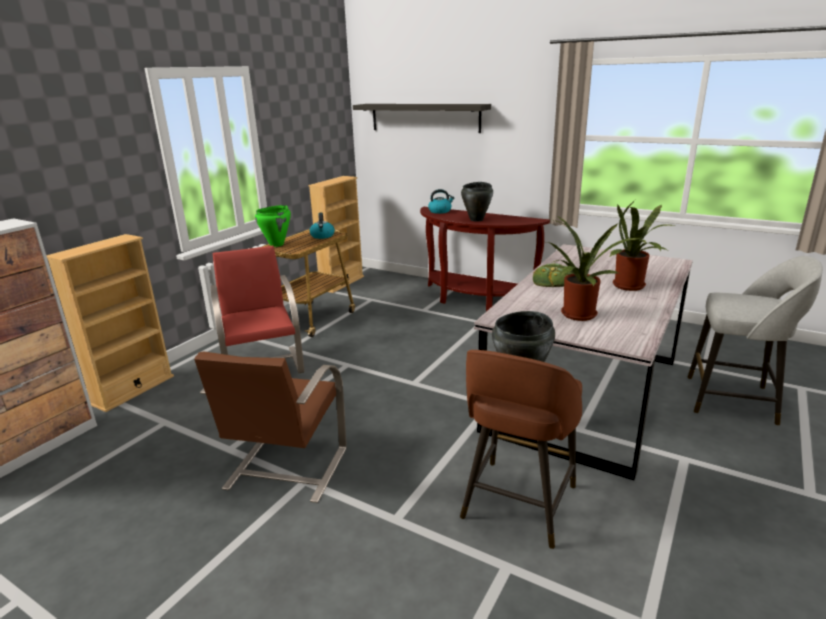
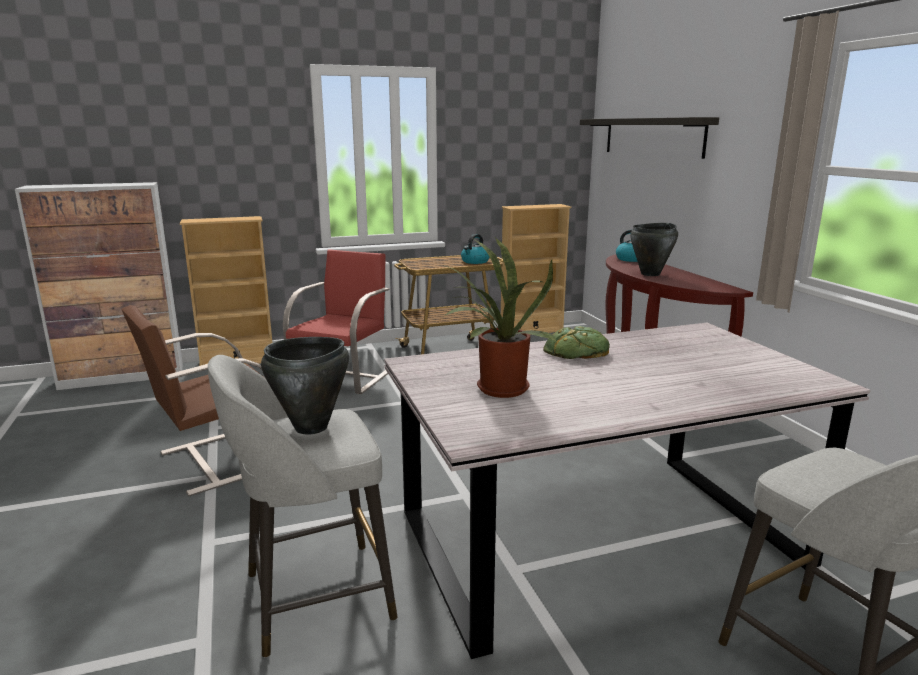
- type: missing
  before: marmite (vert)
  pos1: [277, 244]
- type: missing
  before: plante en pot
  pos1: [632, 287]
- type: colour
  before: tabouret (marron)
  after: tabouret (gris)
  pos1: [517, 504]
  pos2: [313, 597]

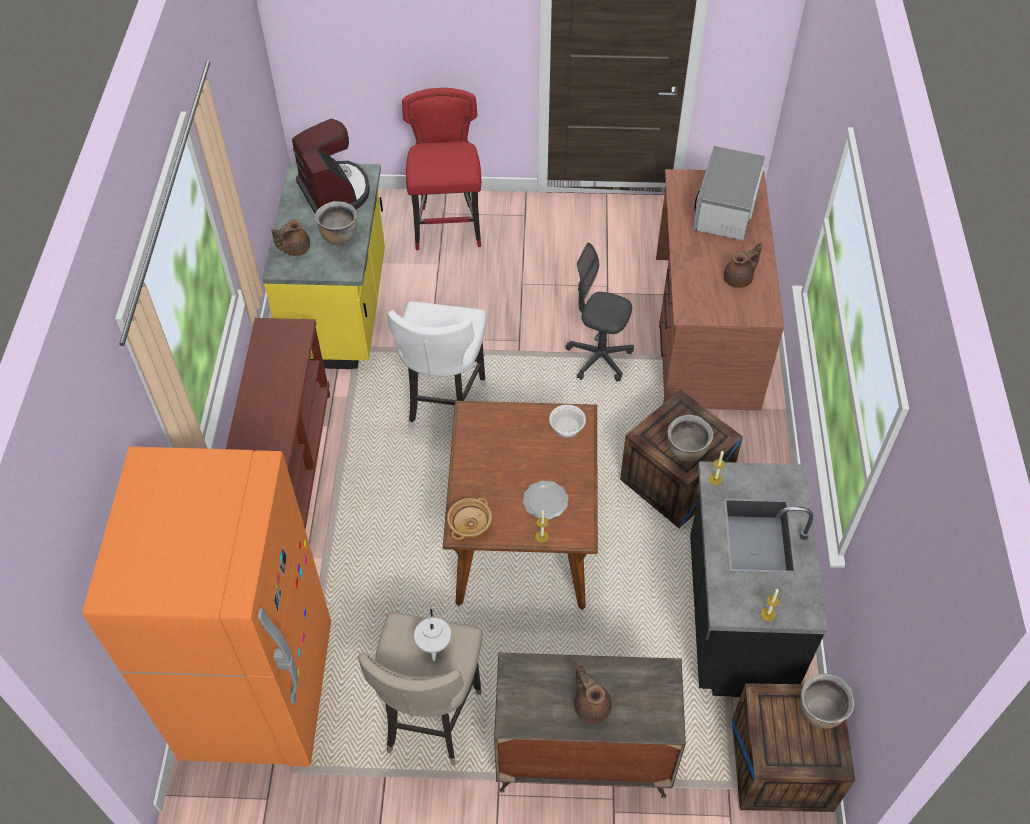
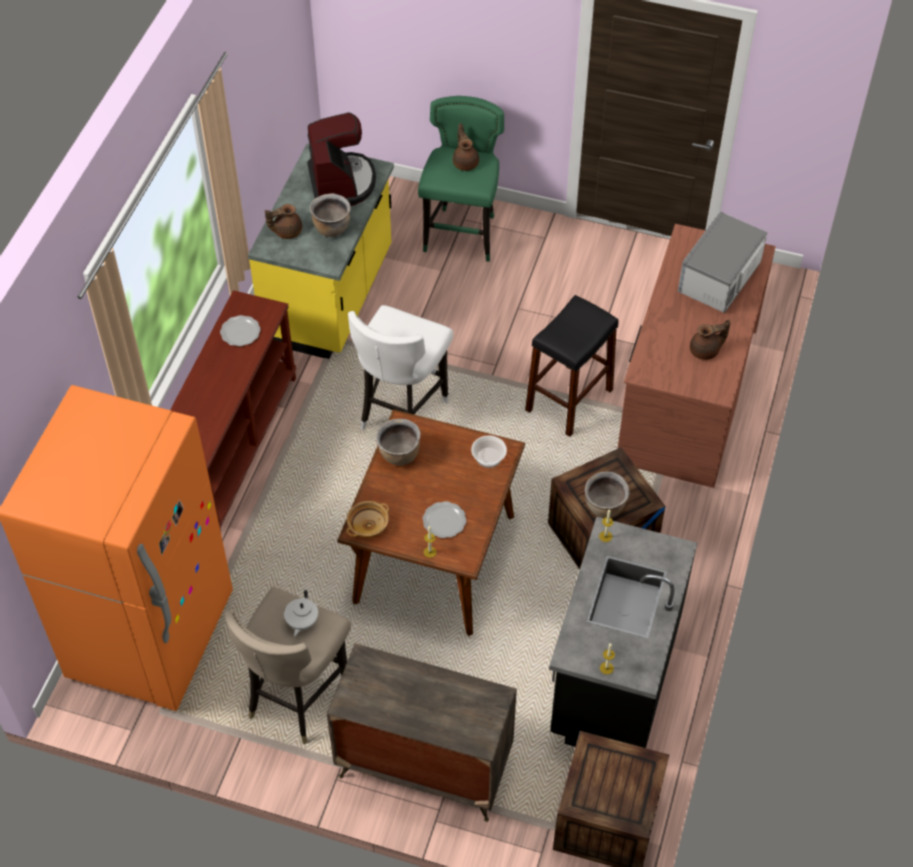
- type: appeared
  after: assiette
  pos2: [240, 332]
- type: relocated
  before: théière (marron)
  pos1: [591, 705]
  pos2: [465, 162]
- type: relocated
  before: marmite (marron)
  pos1: [820, 712]
  pos2: [399, 455]
- type: exchanged
  before: chaise de bureau (gris)
  after: tabouret (noir)
  pos1: [599, 358]
  pos2: [569, 400]
- type: colour
  before: tabouret (rouge)
  after: tabouret (vert)
  pos1: [448, 229]
  pos2: [462, 236]

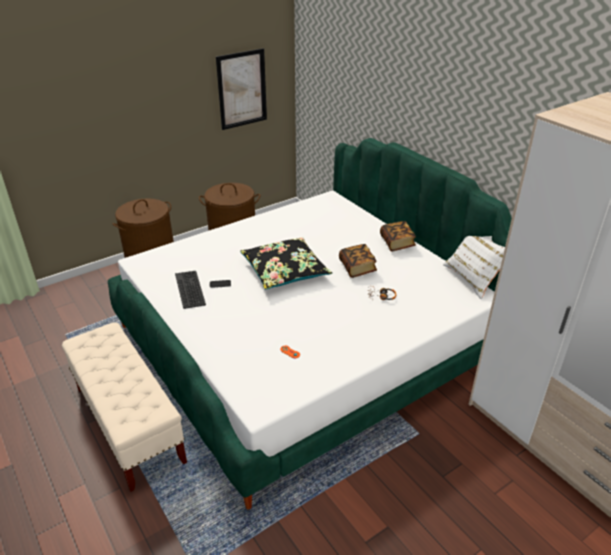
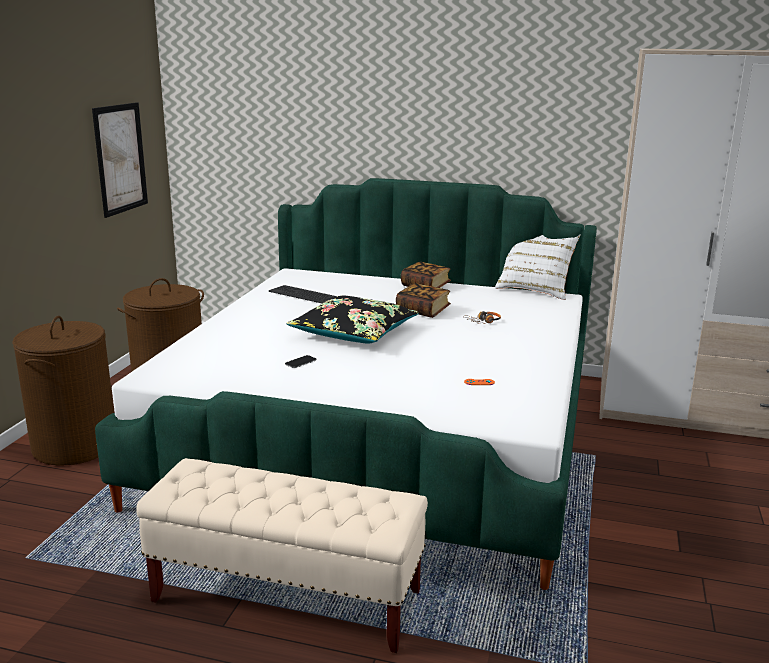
- type: relocated
  before: clavier
  pos1: [190, 289]
  pos2: [303, 295]

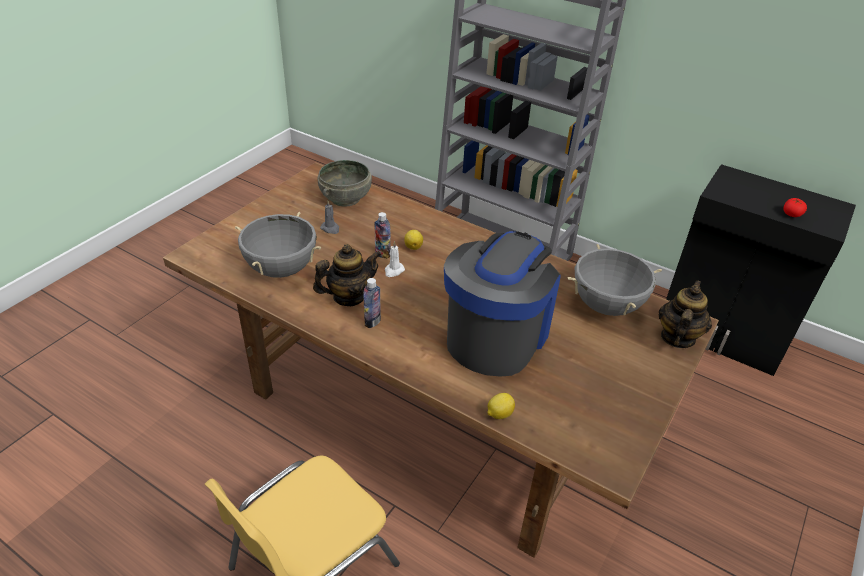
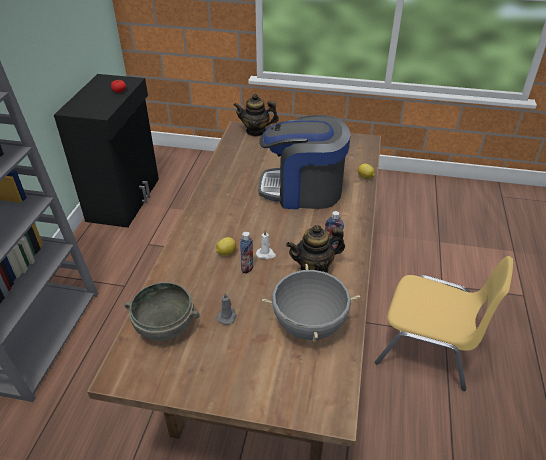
- type: missing
  before: marmite (gris)
  pos1: [606, 305]
- type: spun
  before: théière
  pos1: [349, 296]
  pos2: [314, 268]
  turn: -60

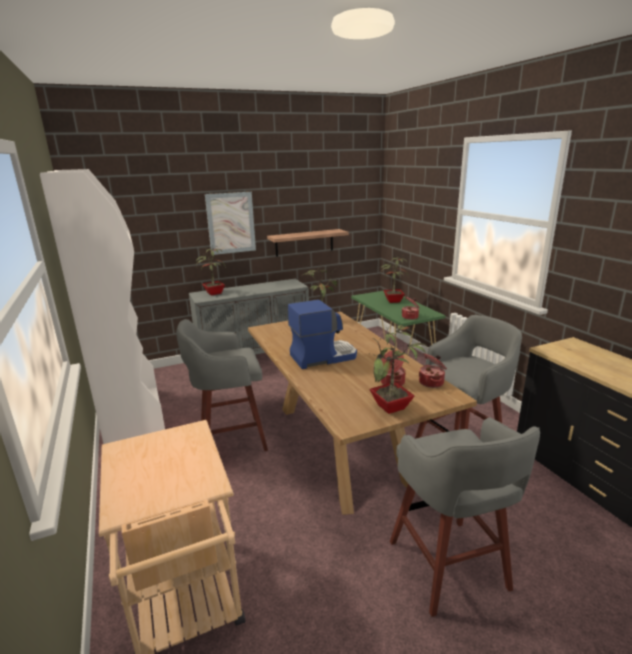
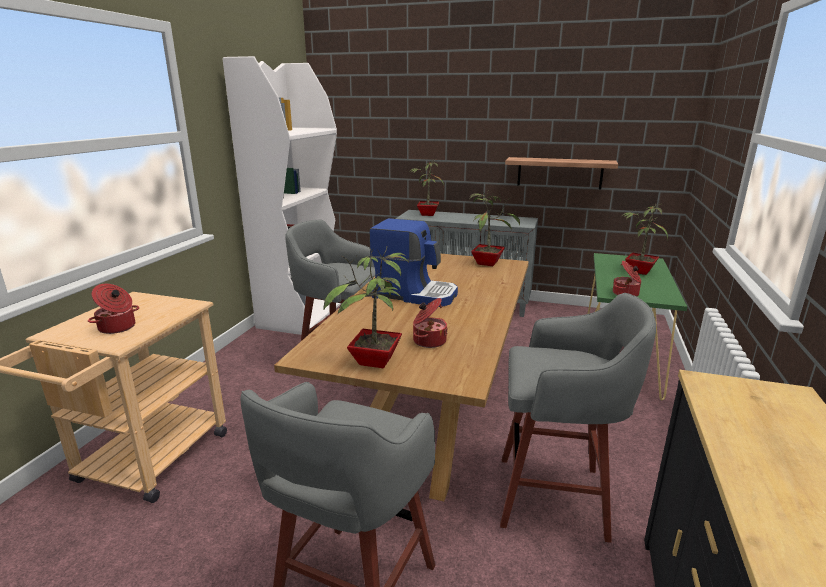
- type: missing
  before: tableau
  pos1: [231, 223]
- type: relocated
  before: marmite
  pos1: [432, 382]
  pos2: [117, 328]

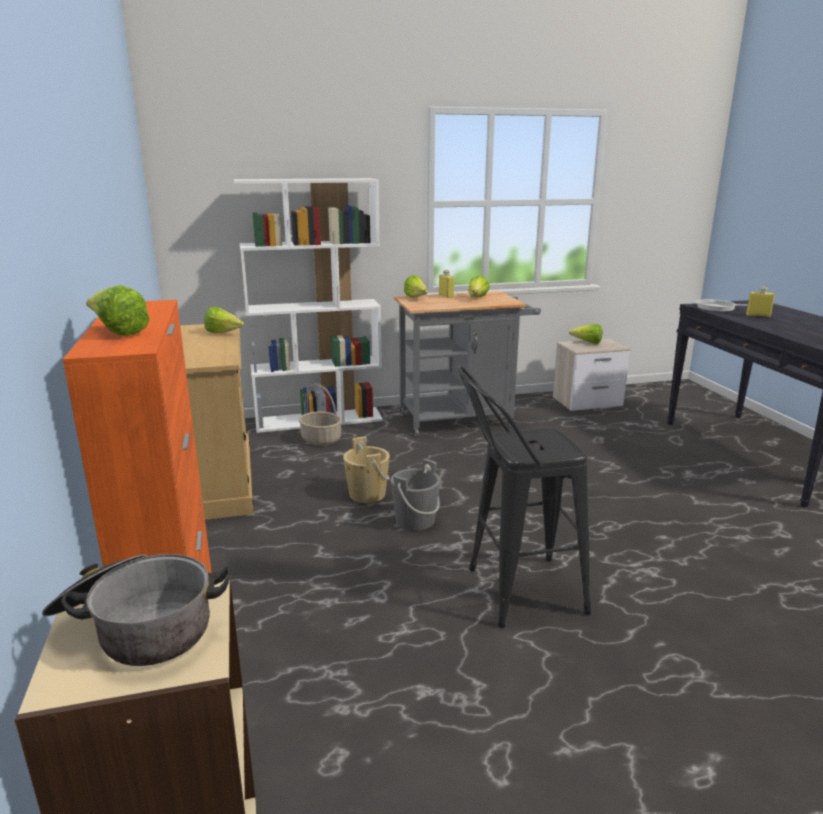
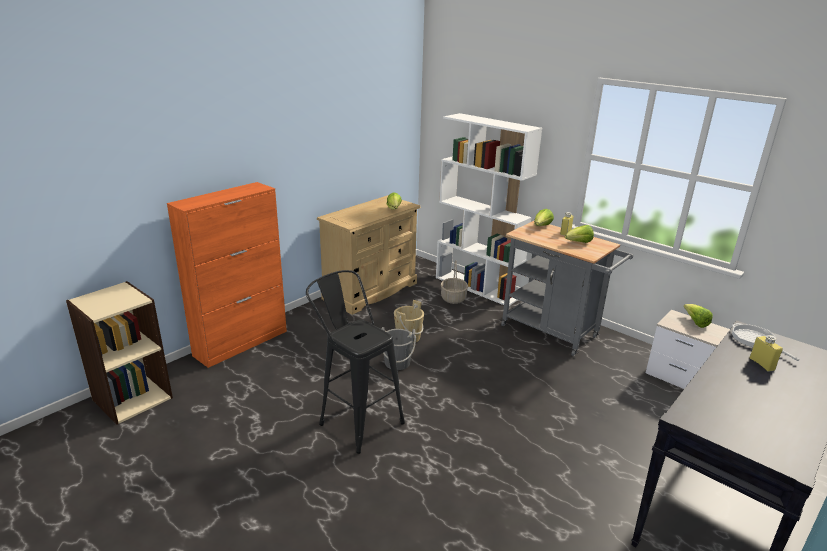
- type: missing
  before: marmite
  pos1: [138, 628]
- type: missing
  before: laitue
  pos1: [118, 332]

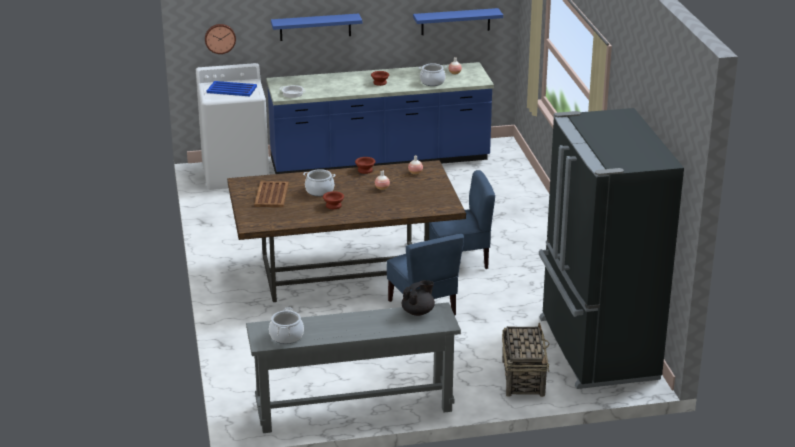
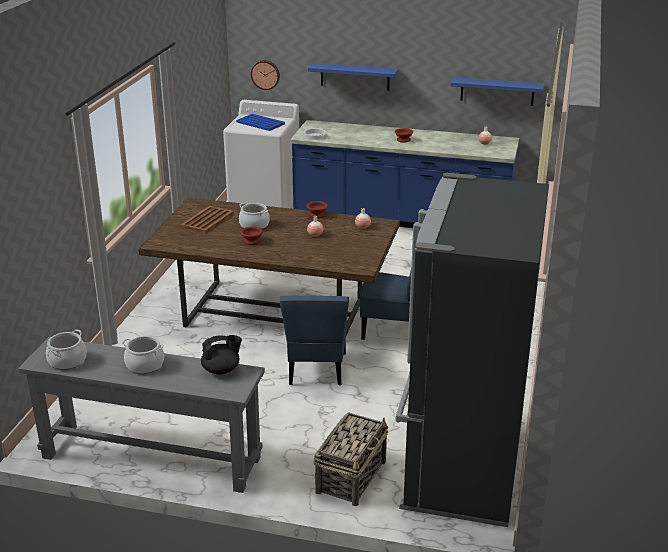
- type: relocated
  before: marmite
  pos1: [432, 82]
  pos2: [145, 365]

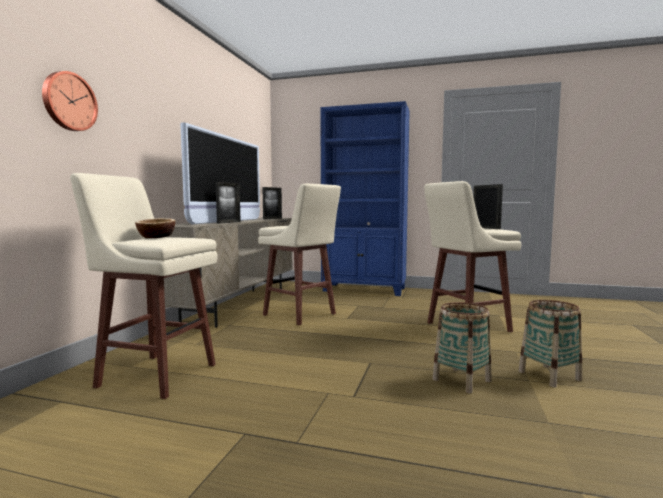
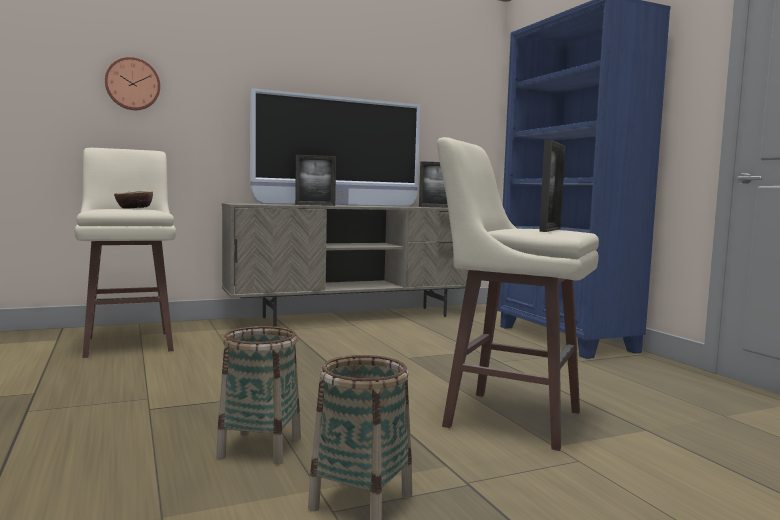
- type: missing
  before: tabouret (beige)
  pos1: [300, 315]

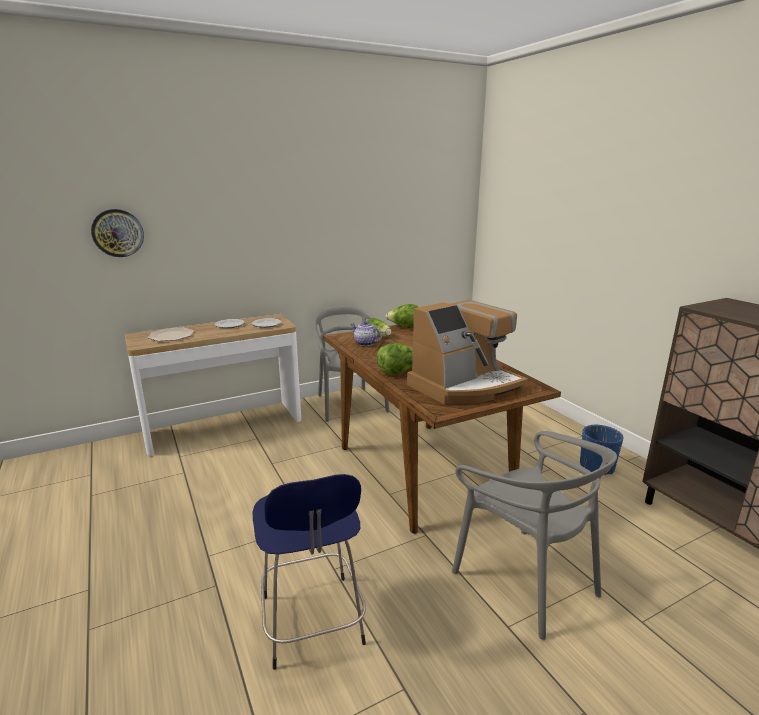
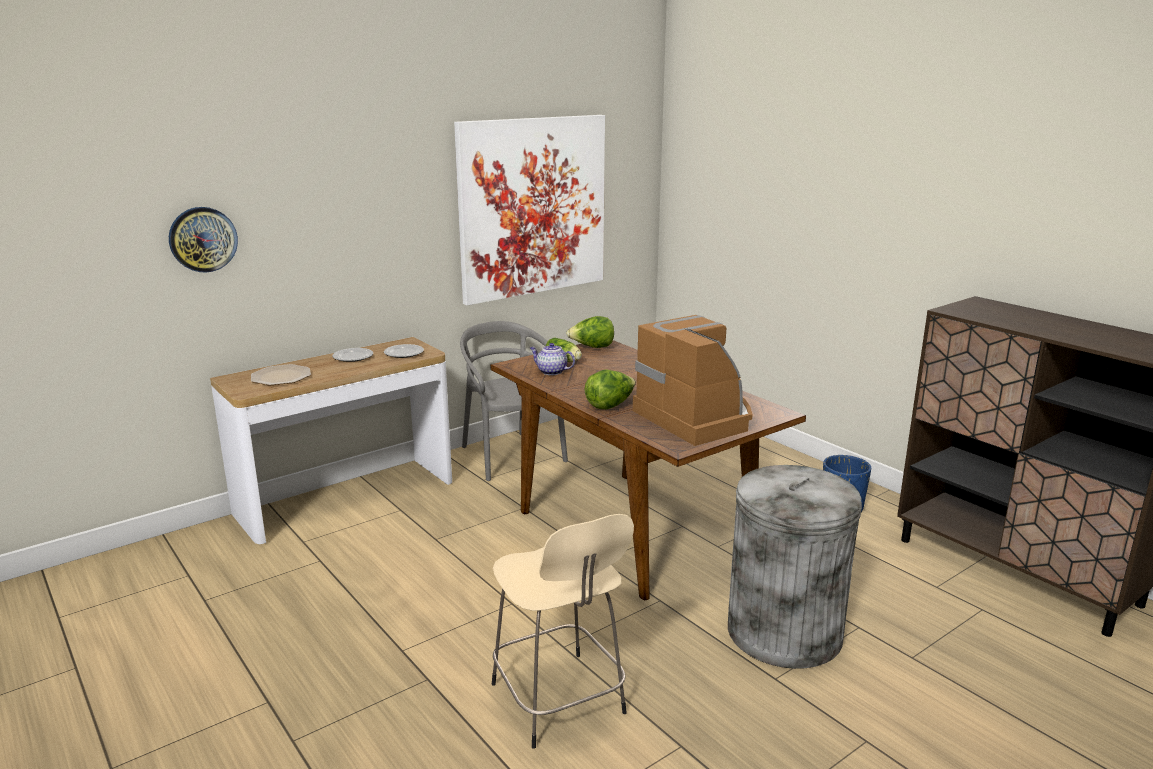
- type: appeared
  after: tableau
  pos2: [532, 207]
- type: exchanged
  before: chaise (gris)
  after: poubelle (gris)
  pos1: [525, 579]
  pos2: [784, 632]
- type: colour
  before: tabouret (bleu)
  after: tabouret (beige)
  pos1: [312, 623]
  pos2: [559, 702]
- type: spun
  before: machine à café
  pos1: [465, 386]
  pos2: [696, 417]
  turn: -75

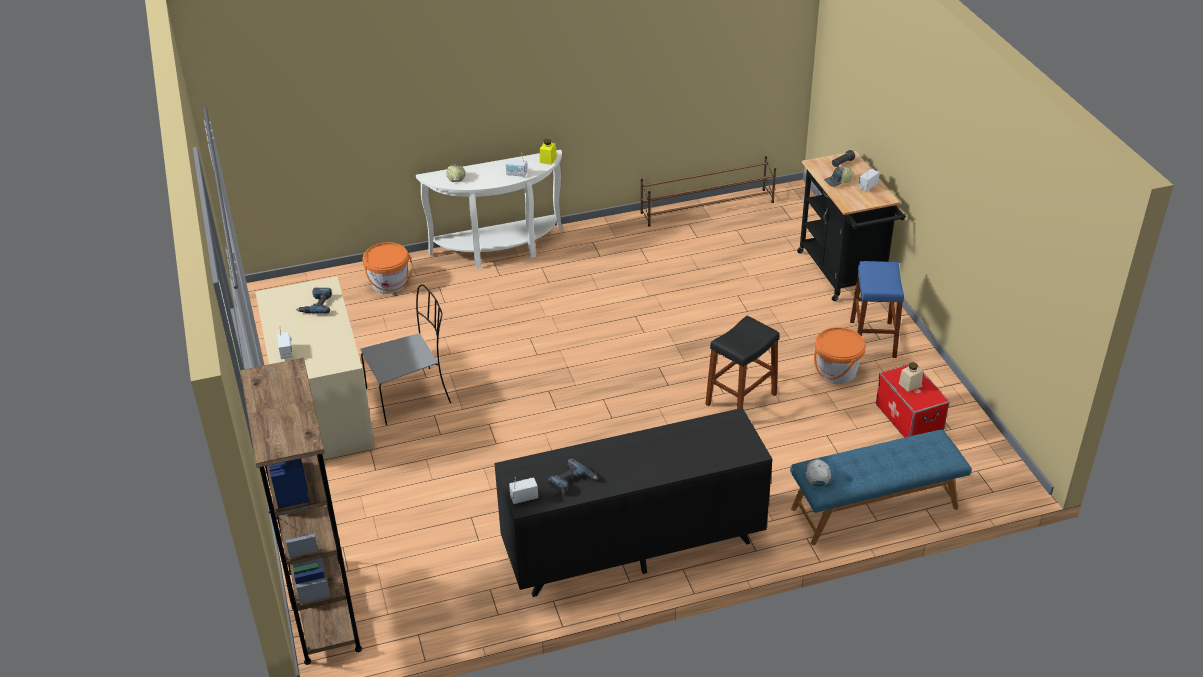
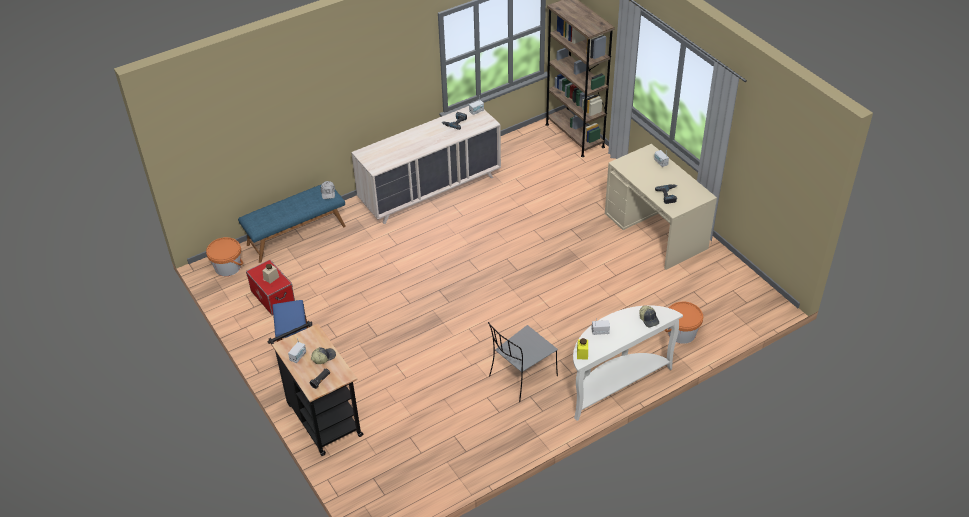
- type: missing
  before: étagère à chaussures (marron)
  pos1: [708, 207]
- type: missing
  before: tabouret (noir)
  pos1: [741, 399]
- type: relocated
  before: chaise (gris)
  pos1: [410, 395]
  pos2: [521, 377]
- type: relocated
  before: seau (orange)
  pos1: [837, 371]
  pos2: [228, 267]
- type: colour
  before: commode (noir)
  after: commode (beige)
  pos1: [632, 546]
  pos2: [430, 190]

